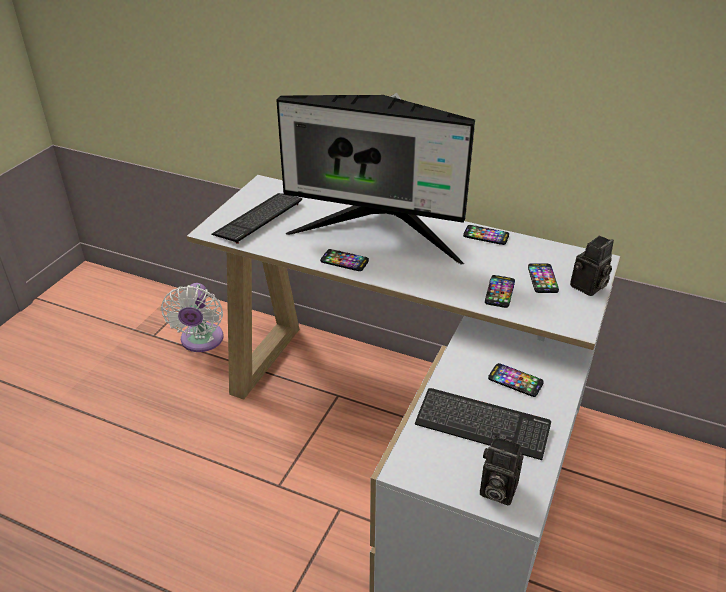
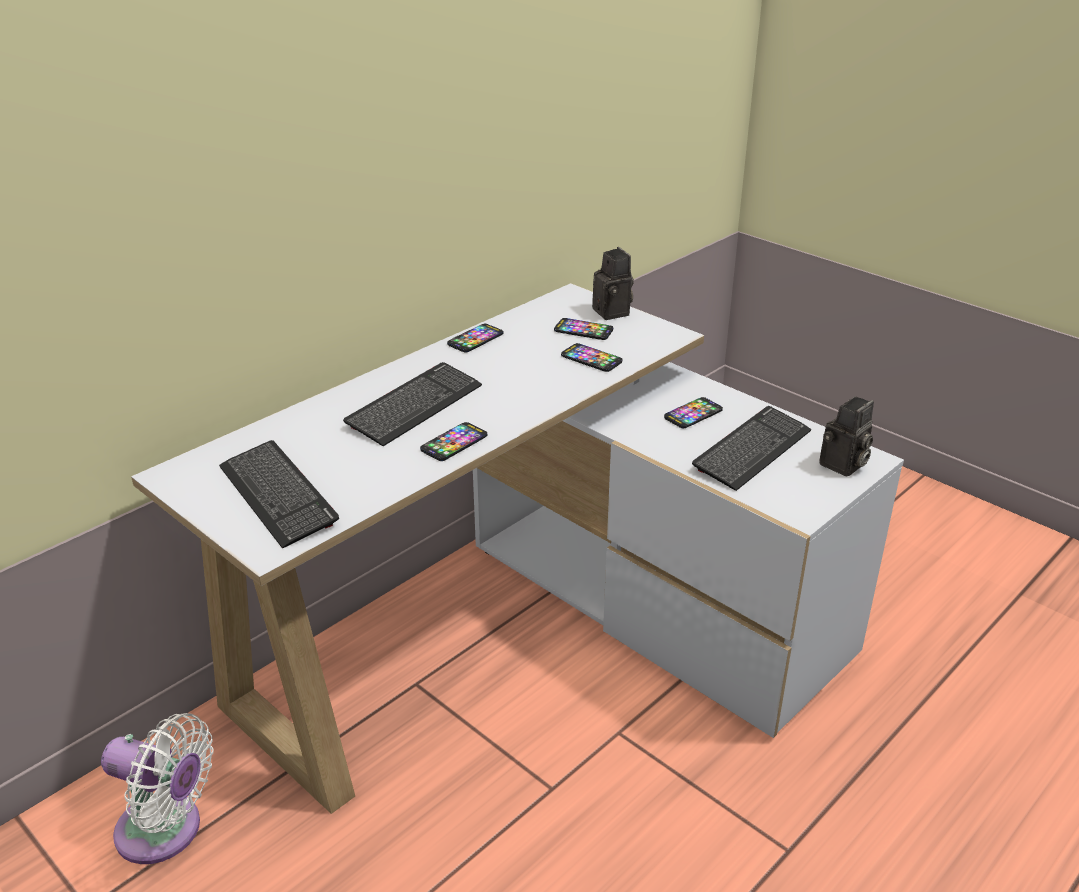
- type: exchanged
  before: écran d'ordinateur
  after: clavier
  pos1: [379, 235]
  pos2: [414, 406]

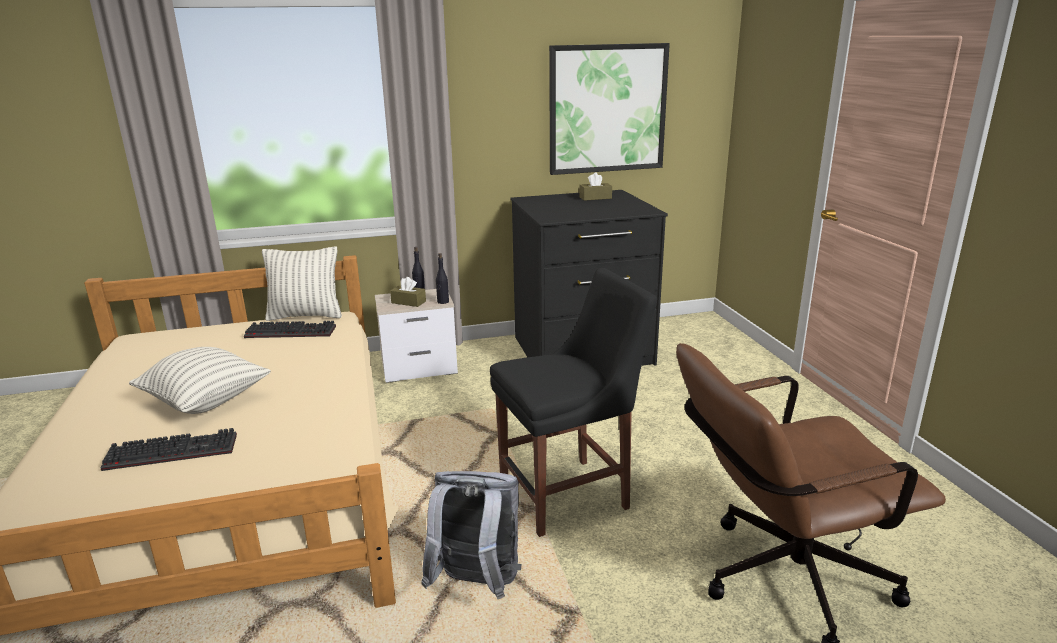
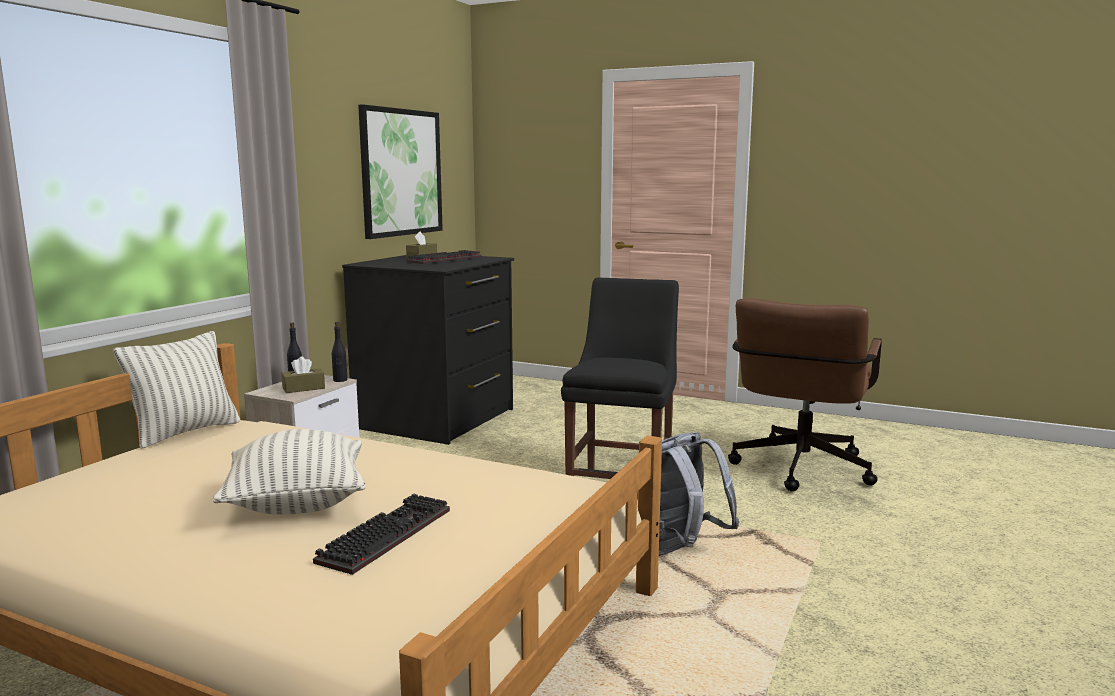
- type: relocated
  before: clavier
  pos1: [293, 331]
  pos2: [445, 259]

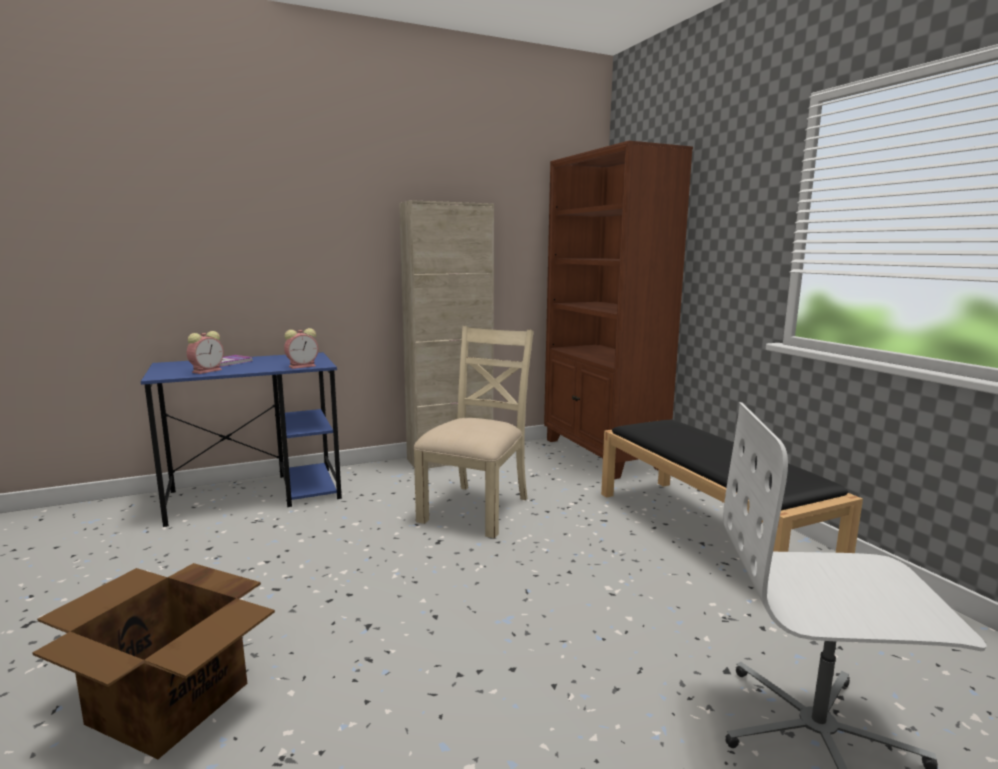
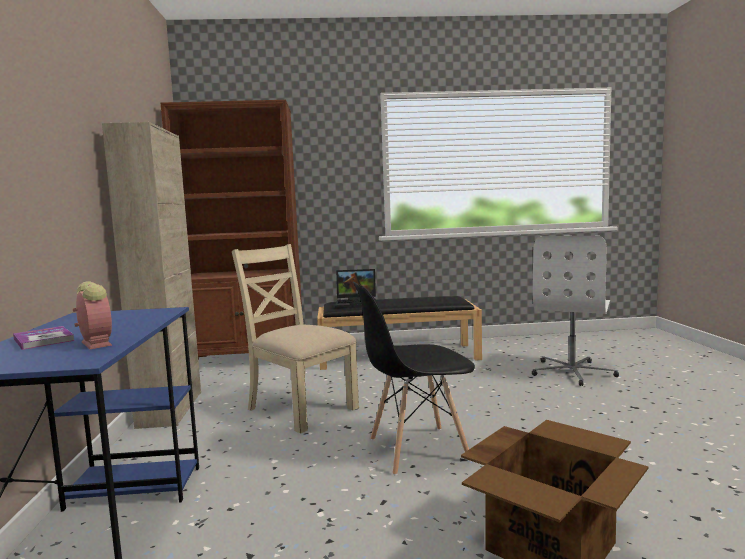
- type: missing
  before: réveil
  pos1: [303, 366]
- type: appeared
  after: ordinateur portable
  pos2: [357, 303]
- type: appeared
  after: chaise (noir)
  pos2: [417, 450]

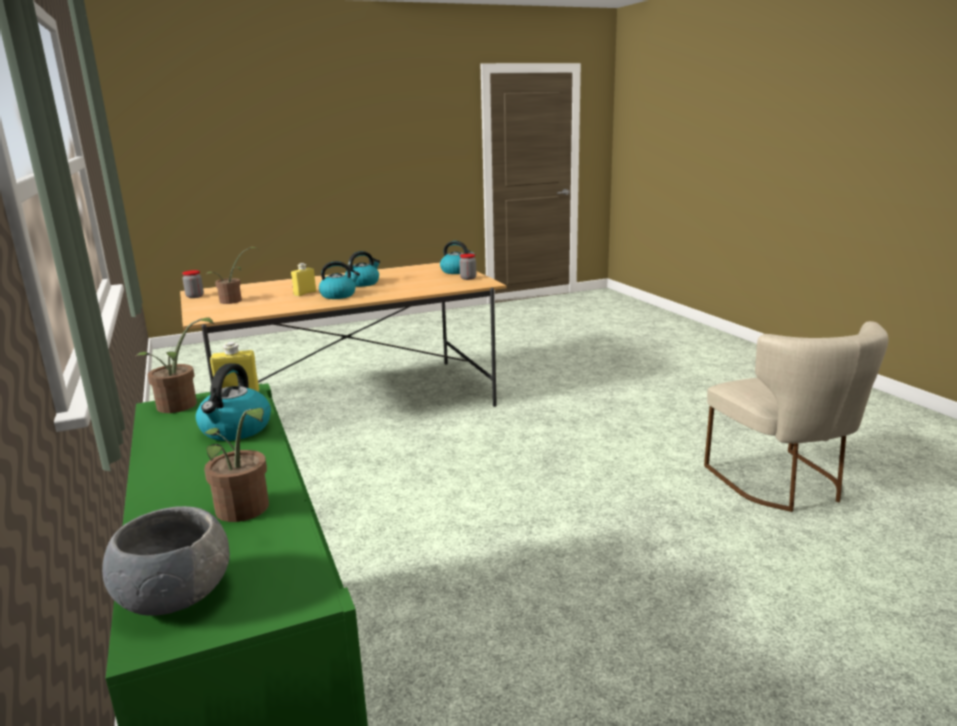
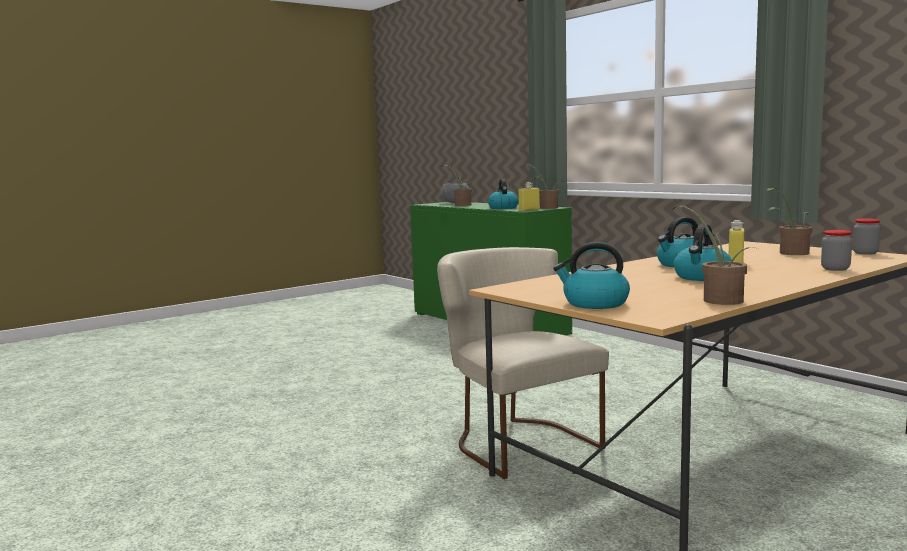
- type: appeared
  after: plante en pot
  pos2: [718, 299]
- type: relocated
  before: bocal
  pos1: [468, 278]
  pos2: [835, 269]
- type: relocated
  before: chaise (beige)
  pos1: [783, 484]
  pos2: [516, 441]

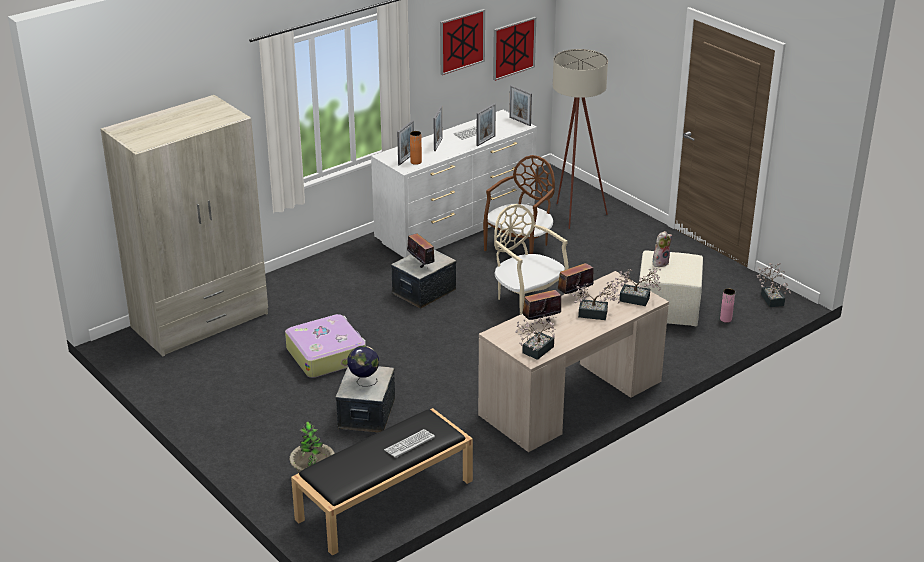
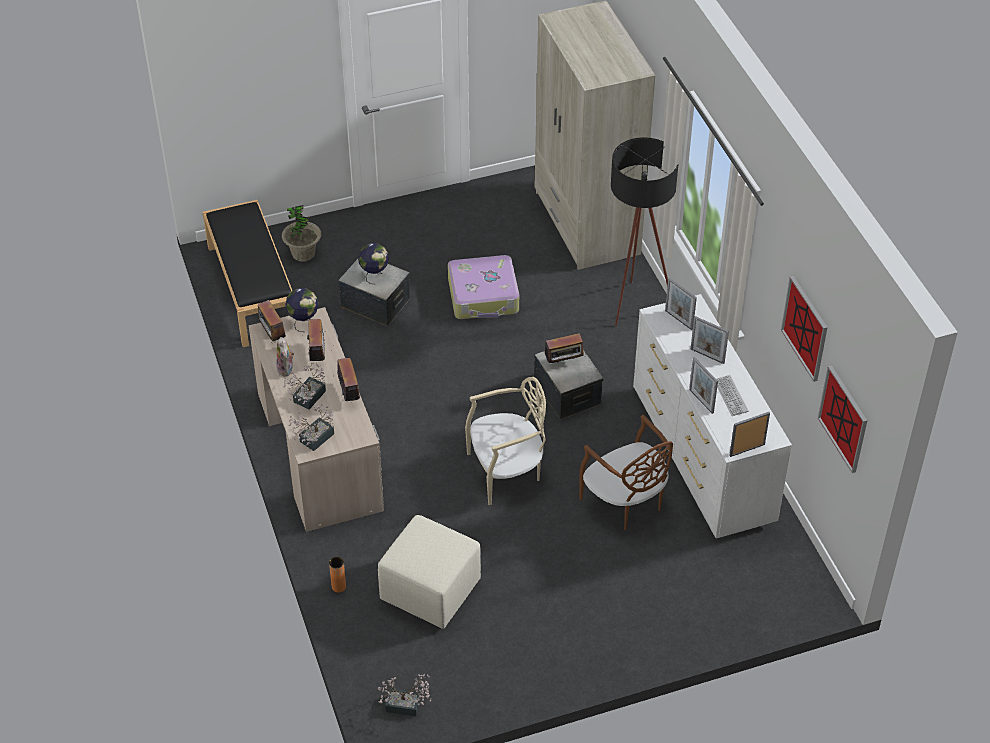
- type: missing
  before: clavier
  pos1: [409, 444]
- type: missing
  before: lampadaire (beige)
  pos1: [573, 213]
- type: missing
  before: vase (rose)
  pos1: [725, 319]
- type: appeared
  after: globe
  pos2: [303, 322]
- type: appeared
  after: lampadaire (noir)
  pos2: [634, 310]
- type: relocated
  before: vase (orange)
  pos1: [416, 162]
  pos2: [339, 587]
- type: relocated
  before: peluche
  pos1: [660, 262]
  pos2: [286, 369]
- type: exchanged
  before: plante en pot
  after: radio
  pos1: [535, 351]
  pos2: [272, 336]

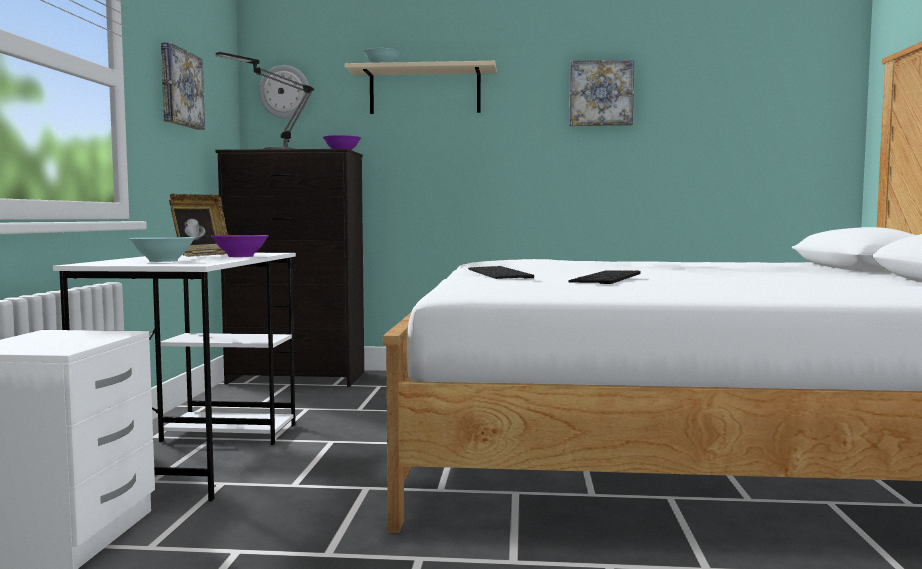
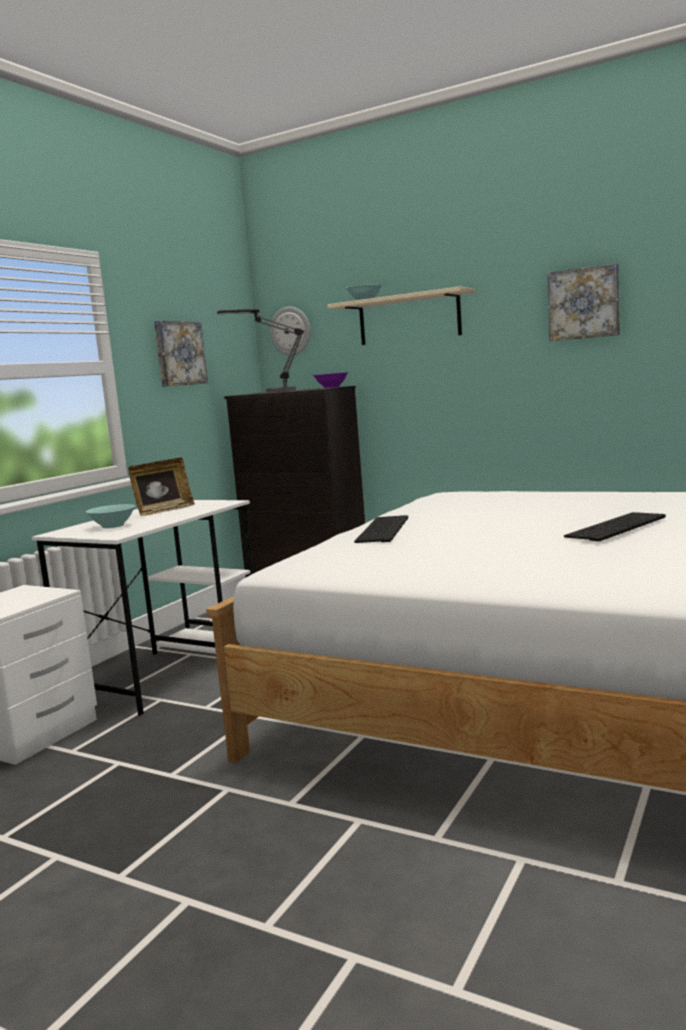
- type: missing
  before: bol (violet)
  pos1: [240, 256]
- type: relocated
  before: clavier
  pos1: [609, 278]
  pos2: [618, 527]

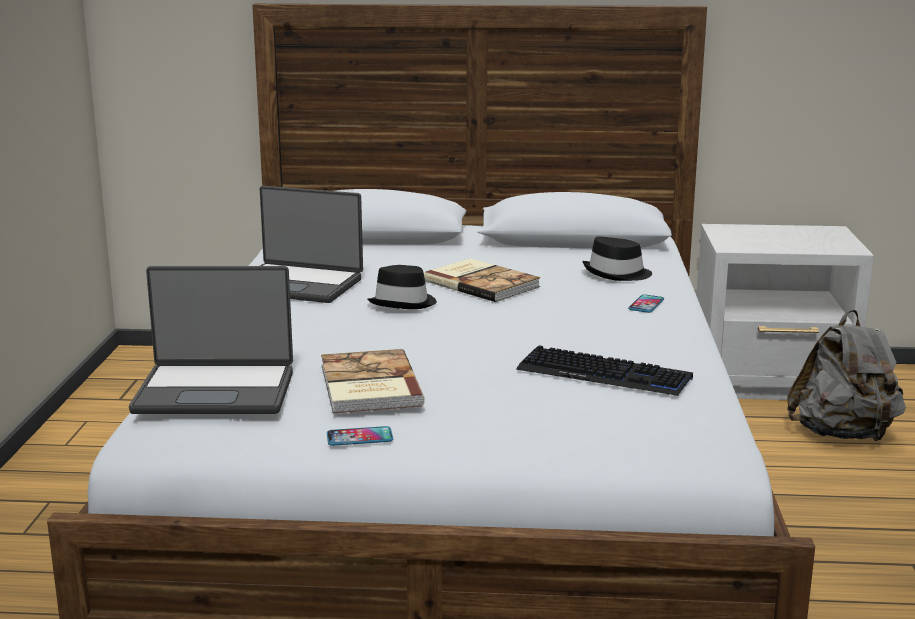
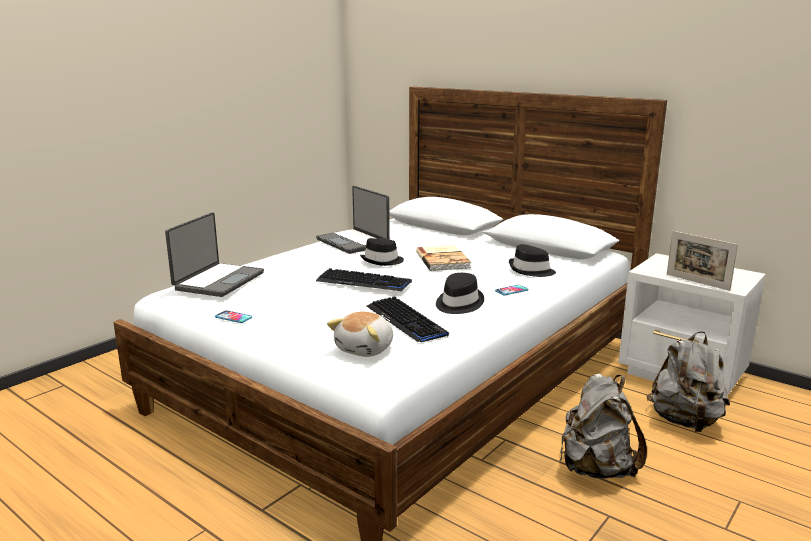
- type: missing
  before: livre
  pos1: [368, 386]
- type: appeared
  after: clavier
  pos2: [364, 282]
- type: appeared
  after: peluche
  pos2: [366, 349]
- type: appeared
  after: chapeau (noir)
  pos2: [458, 303]
- type: appeared
  after: sac à dos (gris)
  pos2: [596, 468]
- type: appeared
  after: cadre photo
  pos2: [697, 282]
- type: spun
  before: ordinateur portable
  pos1: [216, 391]
  pos2: [218, 281]
  turn: -105

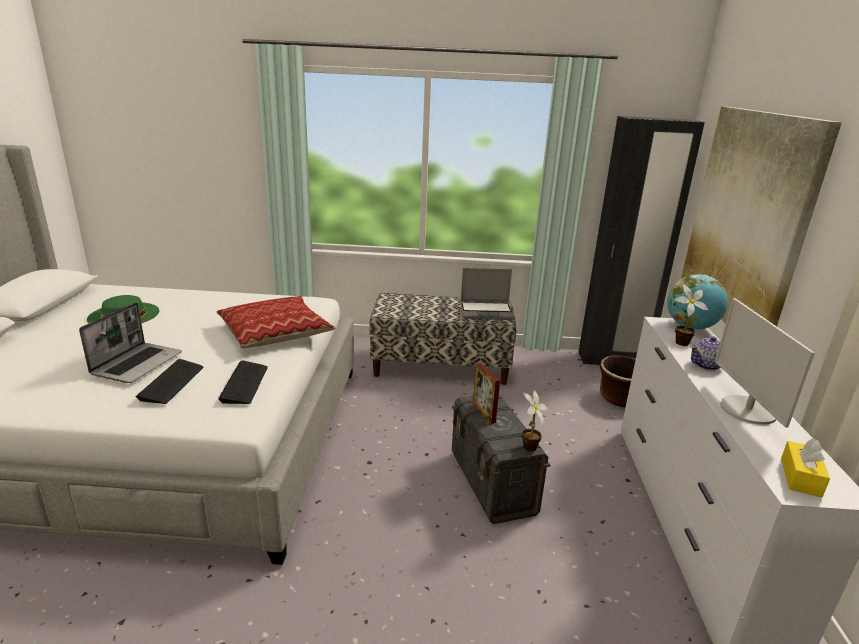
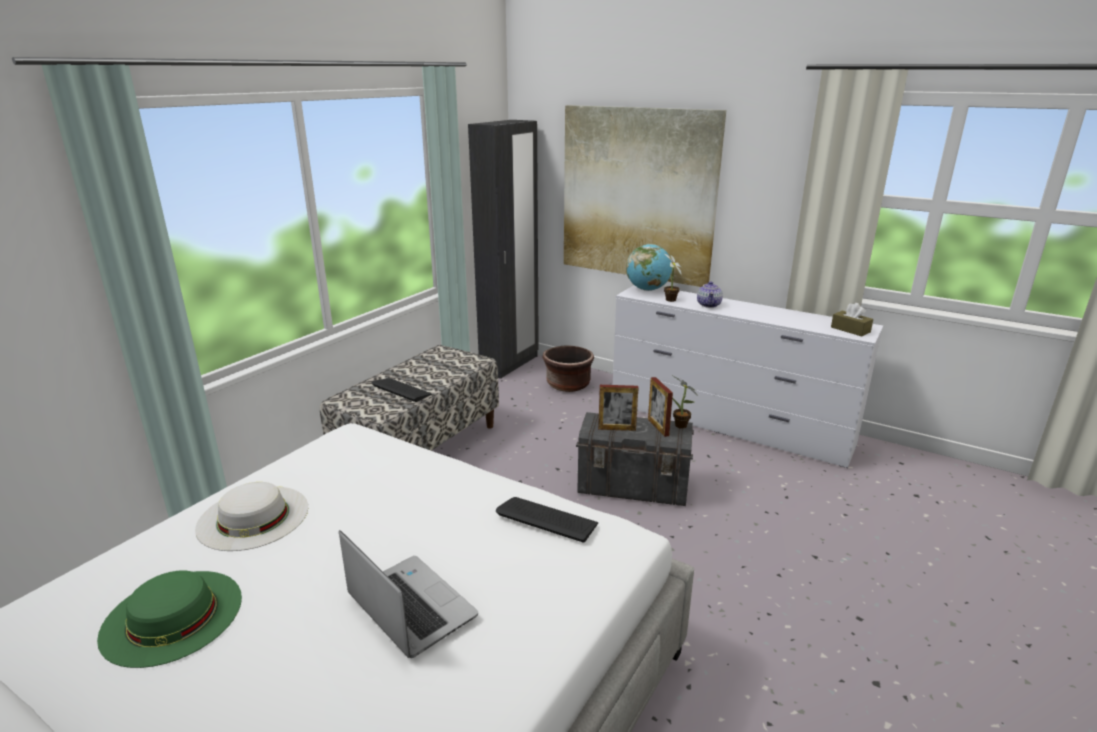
- type: missing
  before: coussin
  pos1: [275, 332]
- type: missing
  before: ordinateur portable
  pos1: [487, 312]
- type: missing
  before: écran d'ordinateur
  pos1: [747, 410]
- type: appeared
  after: chapeau (blanc)
  pos2: [253, 517]
- type: appeared
  after: cadre photo
  pos2: [658, 427]
- type: relocated
  before: clavier
  pos1: [172, 383]
  pos2: [401, 390]
- type: colour
  before: boîte à mouchoirs (jaune)
  after: boîte à mouchoirs (marron)
  pos1: [800, 477]
  pos2: [850, 330]

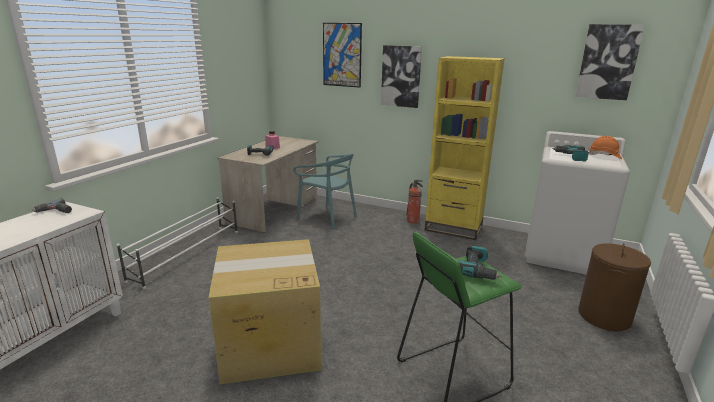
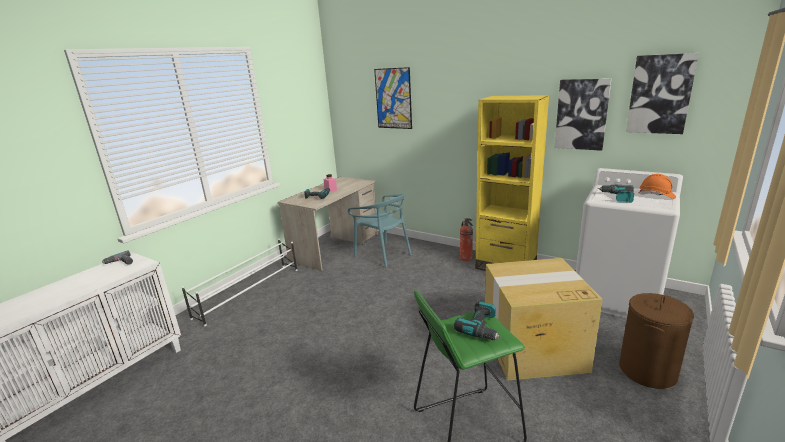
- type: relocated
  before: carton
  pos1: [269, 344]
  pos2: [532, 348]
- type: relocated
  before: tableau
  pos1: [401, 76]
  pos2: [581, 114]

